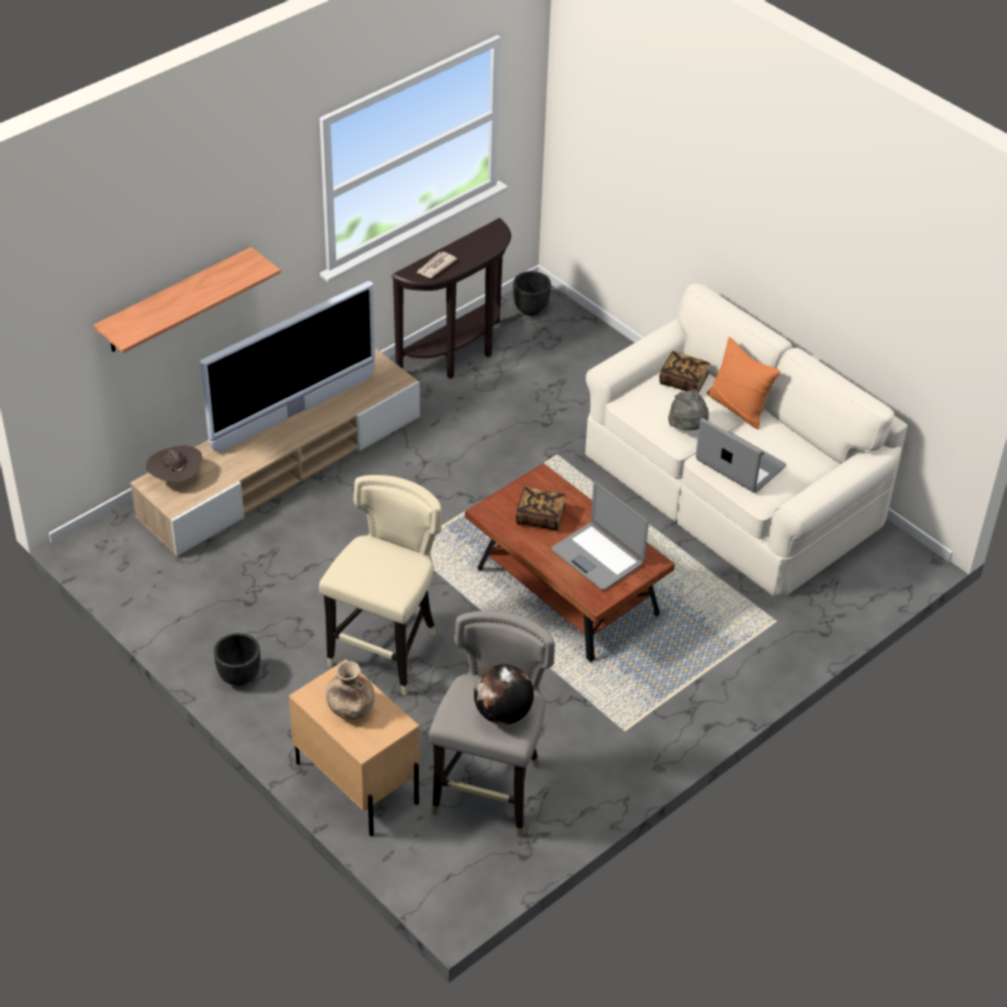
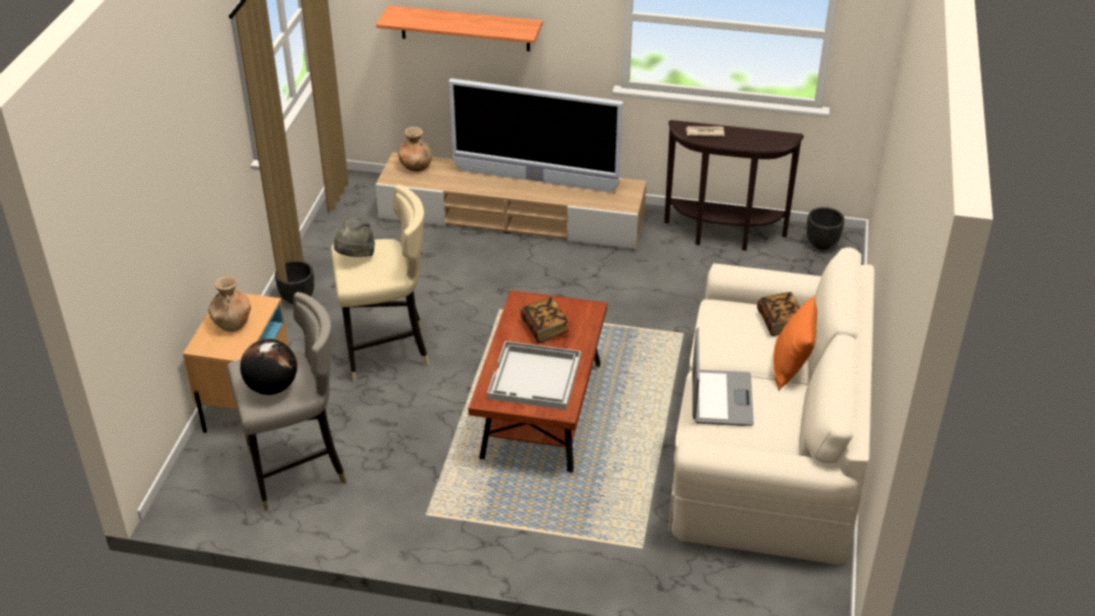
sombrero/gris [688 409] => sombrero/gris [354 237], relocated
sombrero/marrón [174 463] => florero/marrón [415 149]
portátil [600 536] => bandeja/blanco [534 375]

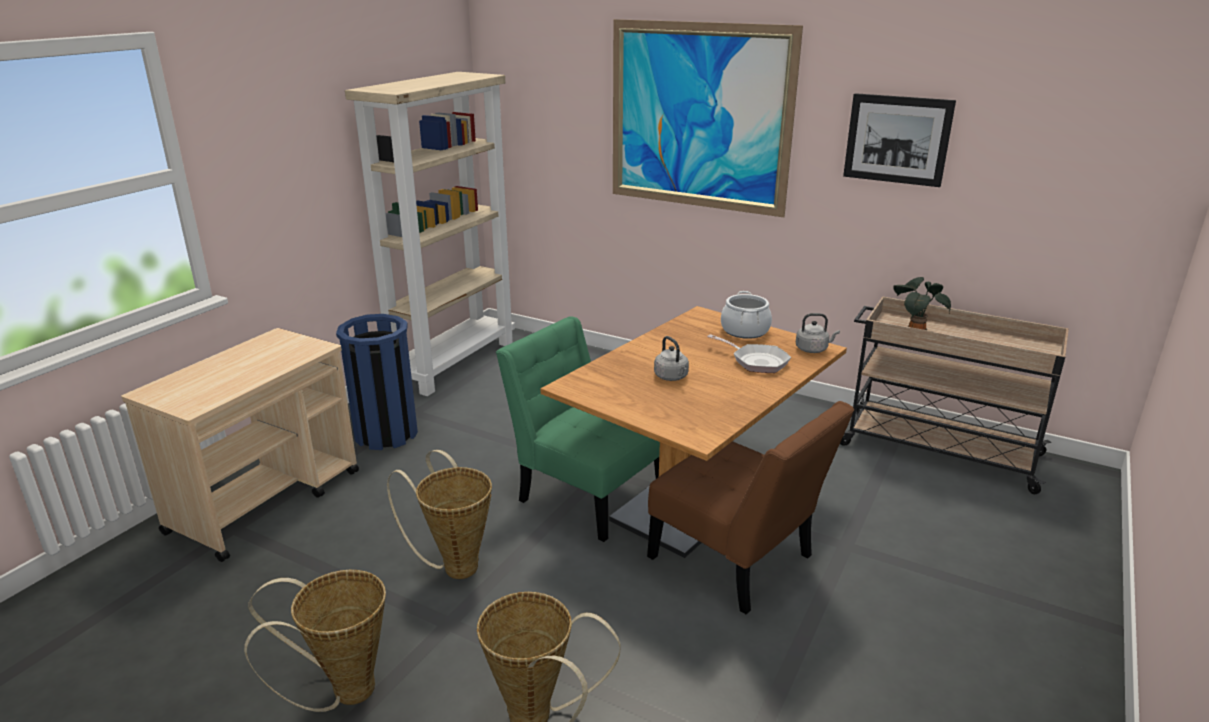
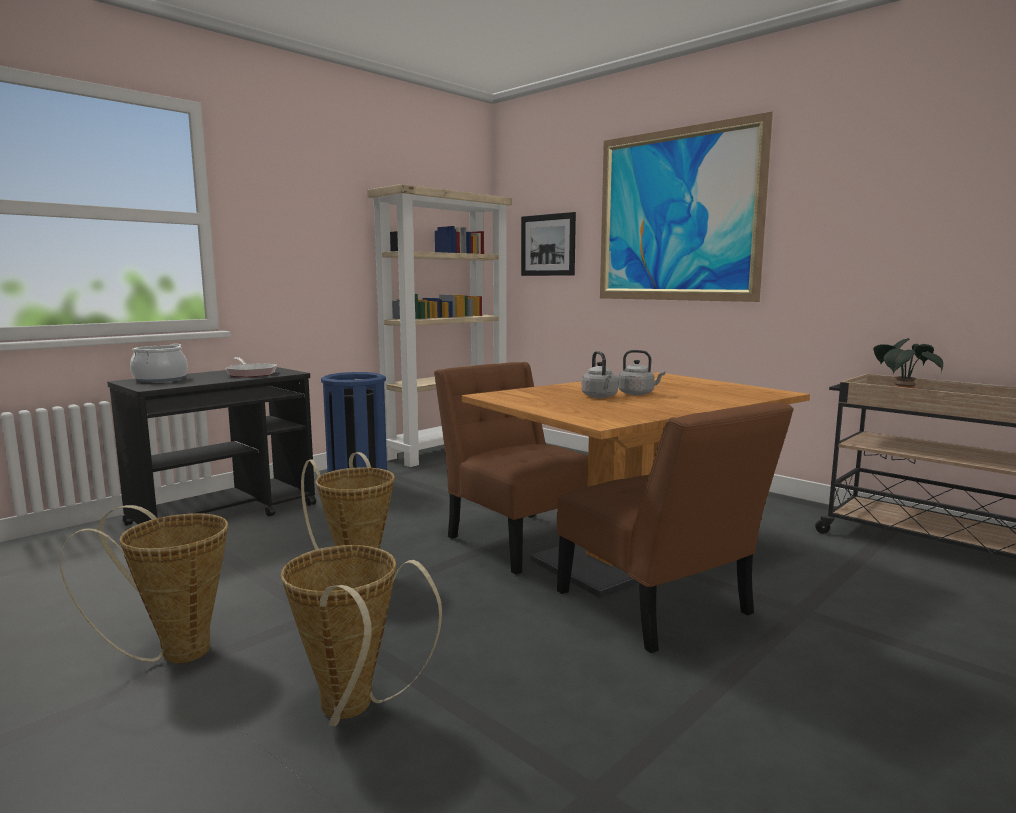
cuadro [899 140] => cuadro [548 244], relocated
olla [746 315] => olla [159 363], relocated
hervidor/gris [818 333] => hervidor/gris [641 372], relocated
silla/verde [578 429] => silla/marrón [511 468]
carrito/beis [240 445] => carrito/negro [211 446]
sartén [749 353] => sartén [251 367], relocated

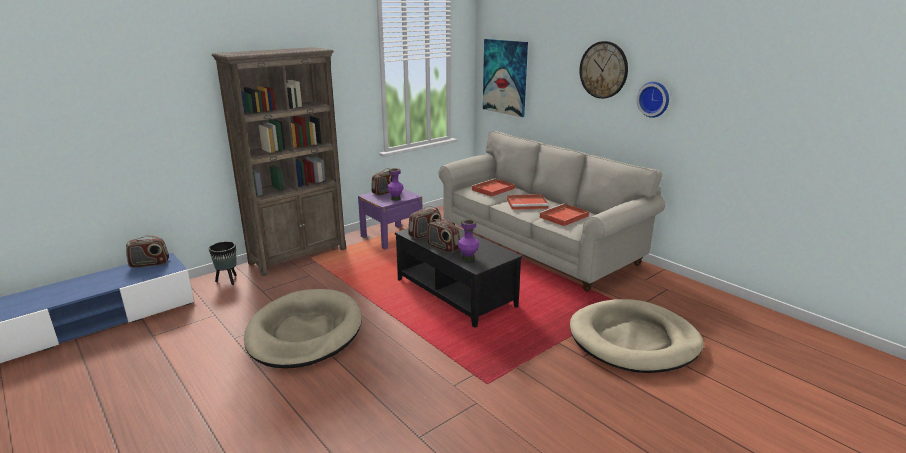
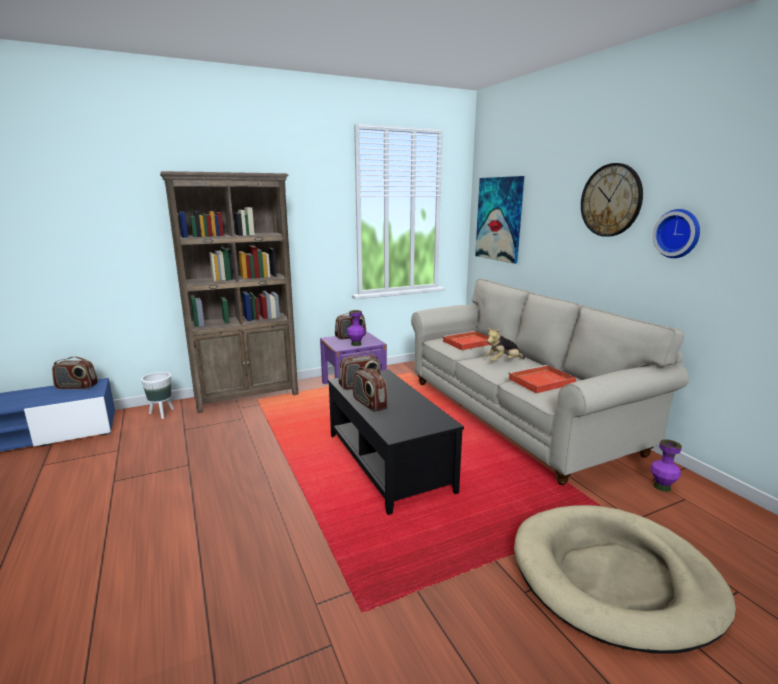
bandeja/rojo [528 202] => peluche [505 344]
florero/morado [468 240] => florero/morado [666 465], relocated
maceta/negro [223 263] => maceta/blanco [157 395]
cama para perro/beis [303 329] => nothing

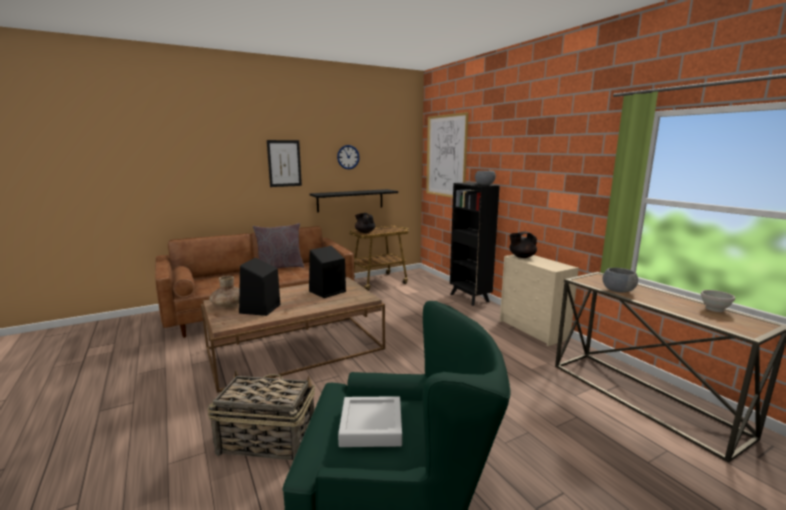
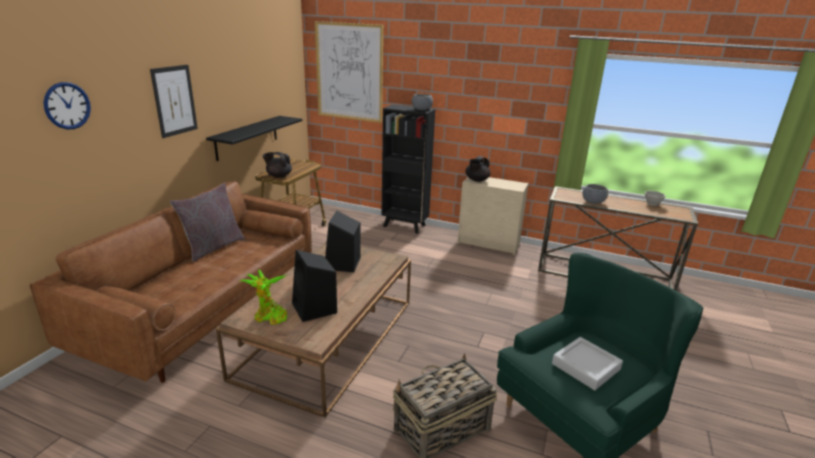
reloj de pared [348 157] => reloj de pared [67 105], relocated
florero/marrón [224 292] => planta en maceta [263 297]

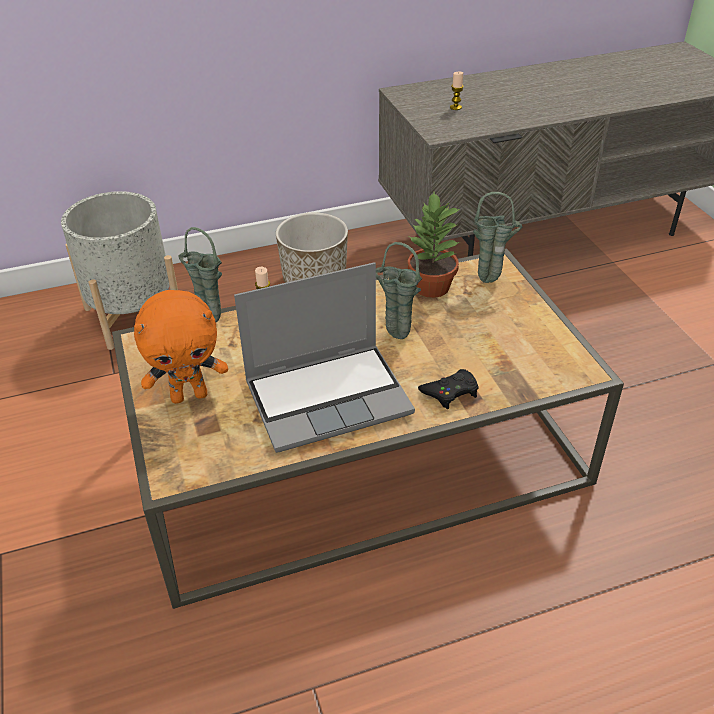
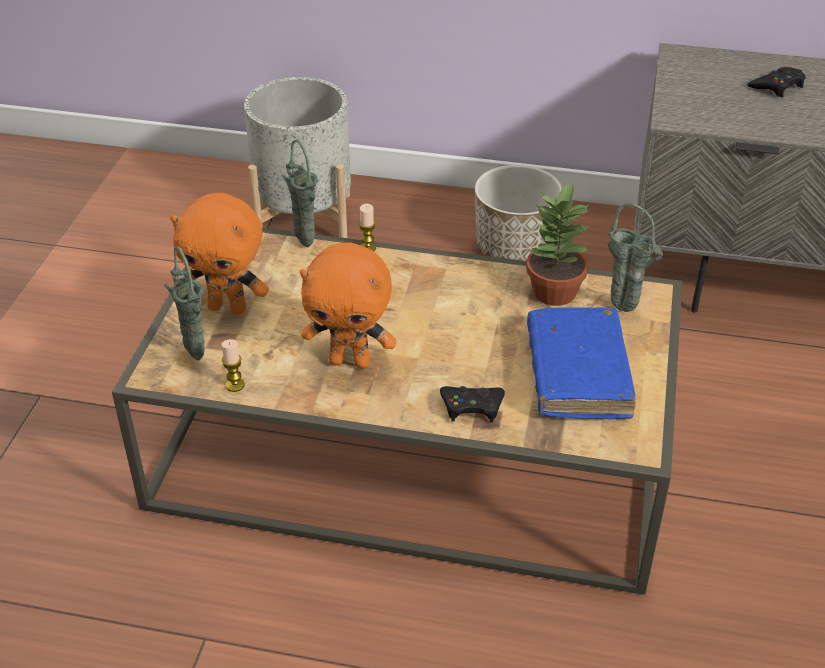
vela [457 91] => vela [233 365], relocated
florero/verde [399 290] => florero/verde [184 303], relocated
portátil [324 357] => peluche/naranja [348 305]
nothing => mando de consola/negro [776 82]
nothing => libro/azul [581 363]

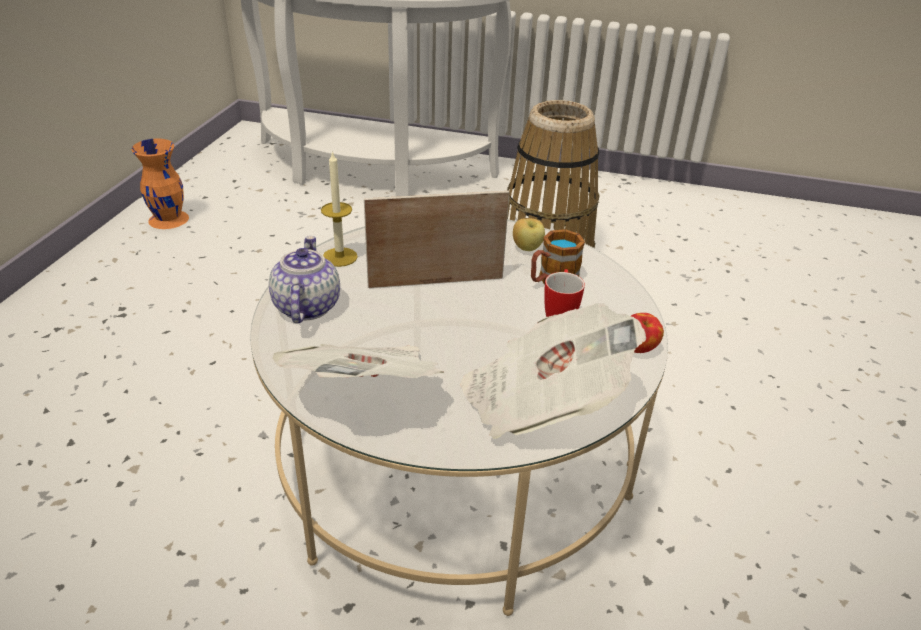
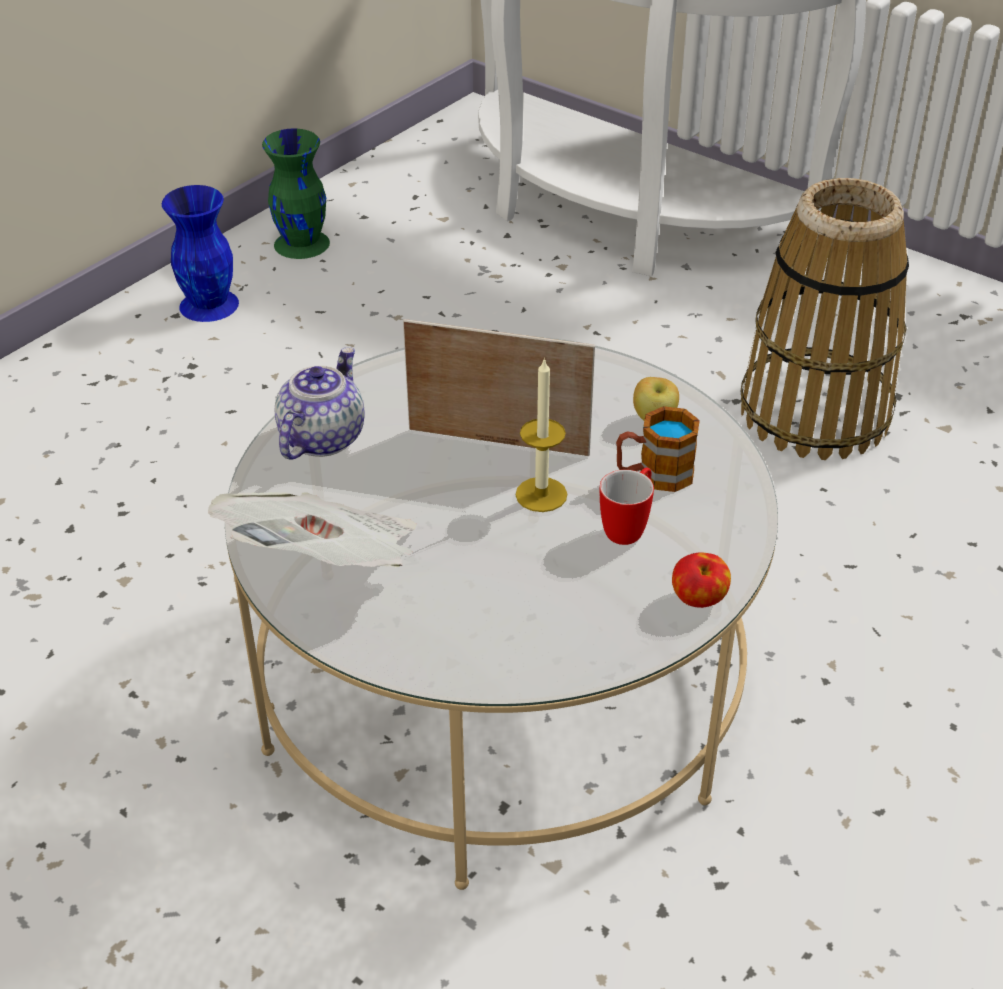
florero/naranja [160 184] => florero/verde [296 194]
vela [339 209] => vela [541 435], relocated
periódico [553 371] => nothing
nothing => florero/azul [200 253]

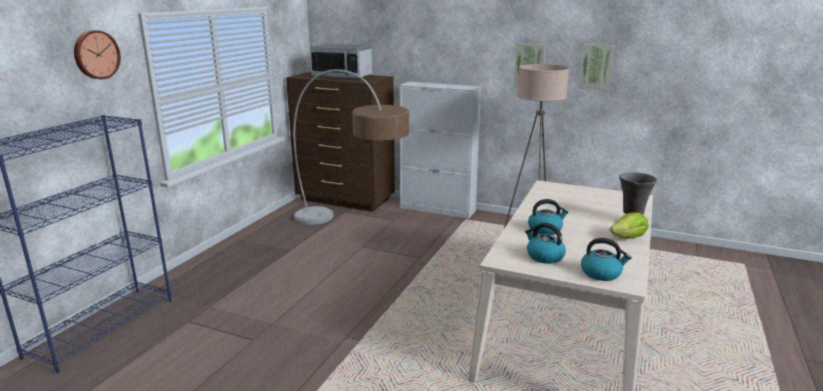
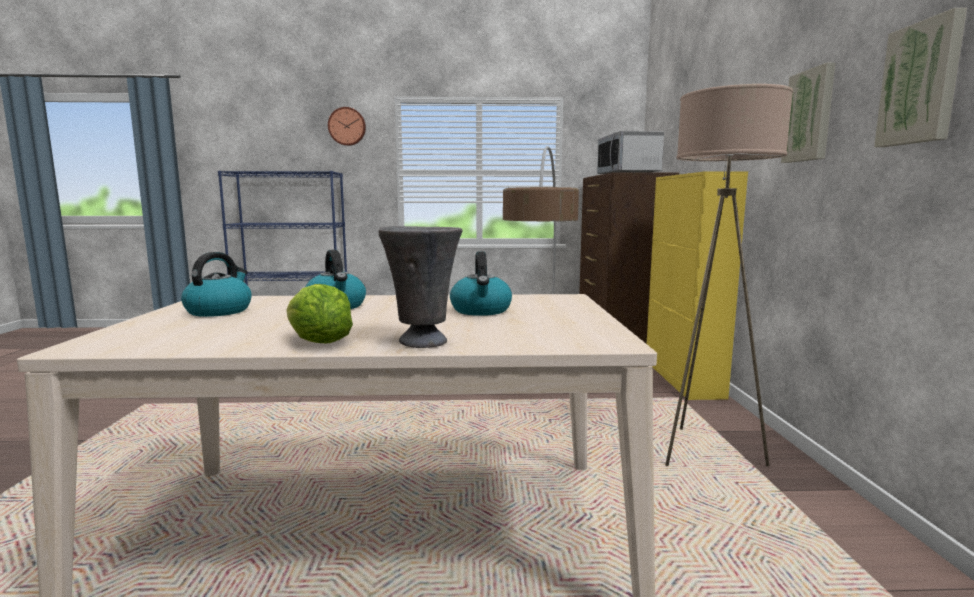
armario/blanco [440 150] => armario/amarillo [697 285]
hervidor [606 259] => hervidor [481 284], relocated

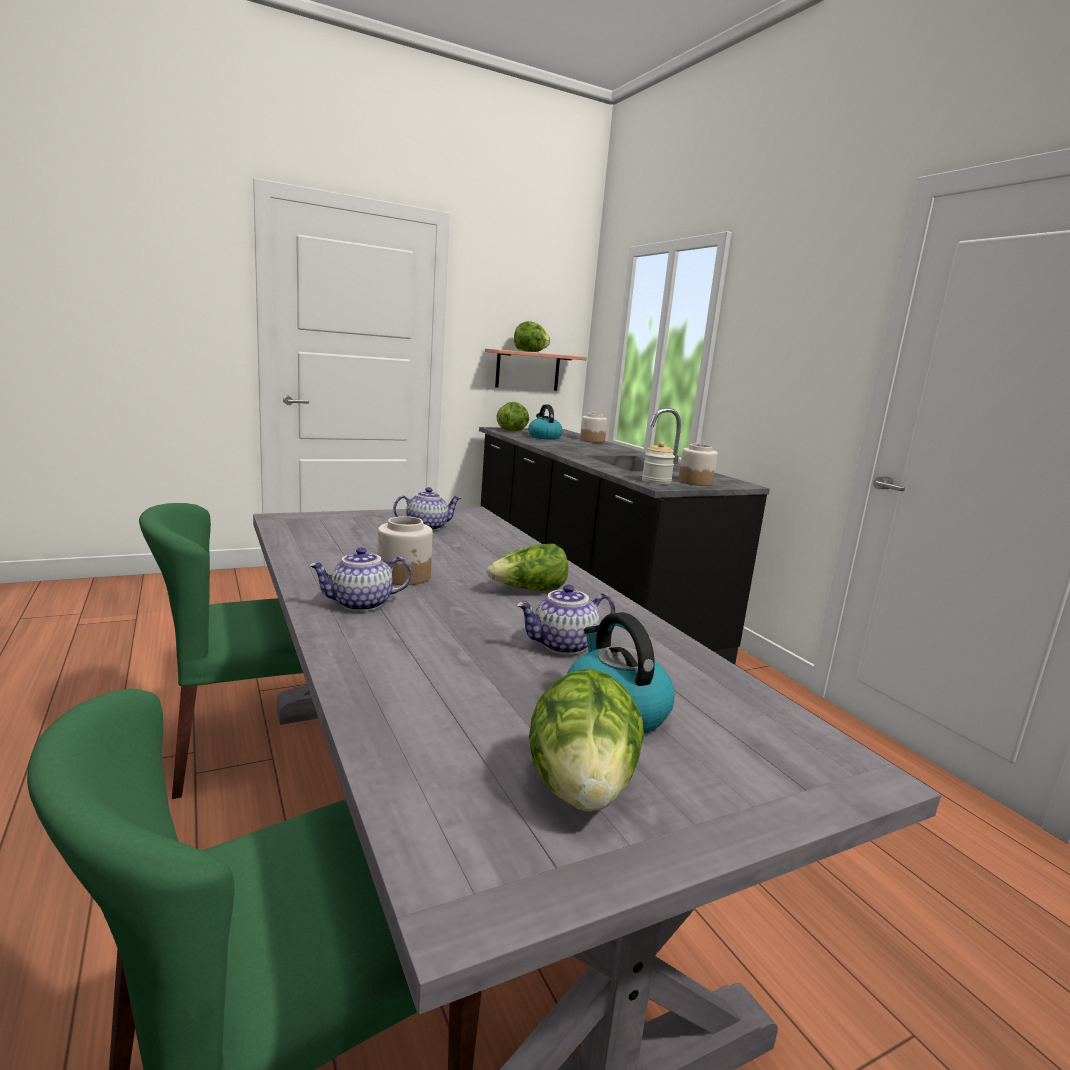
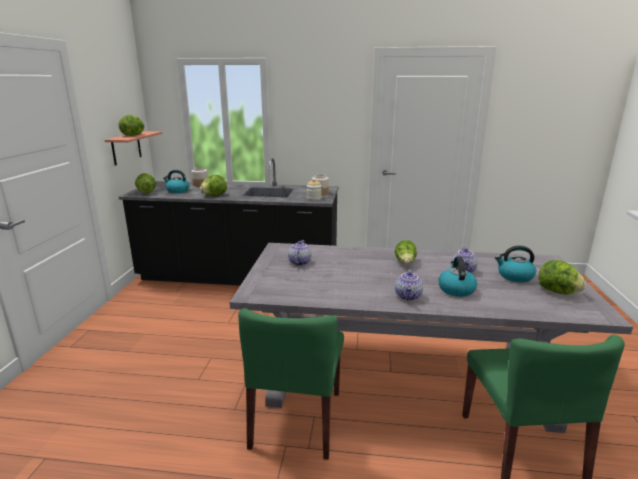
tarro [405 550] => nothing
nothing => lechuga [213 185]
nothing => hervidor [457 276]

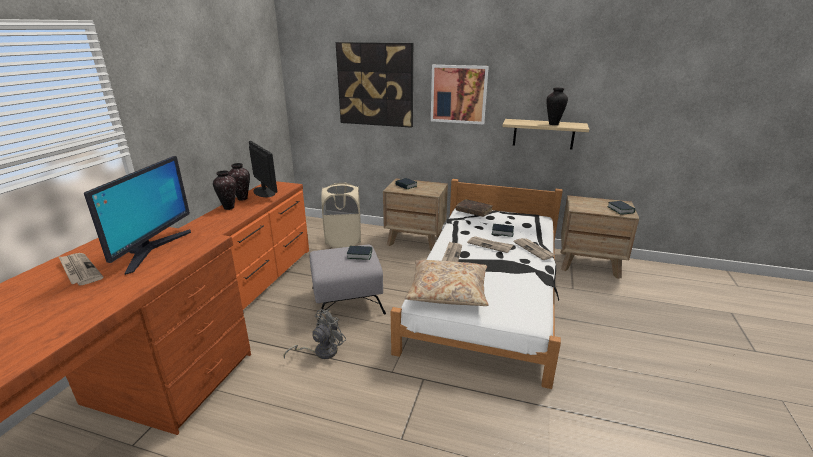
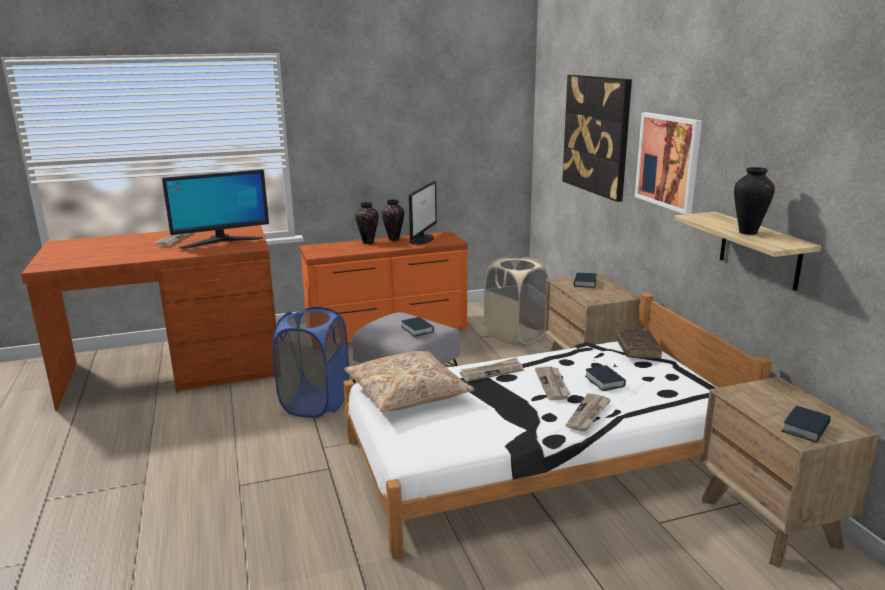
ventilador/gris [314 334] => cesto de la ropa/azul [310 362]

